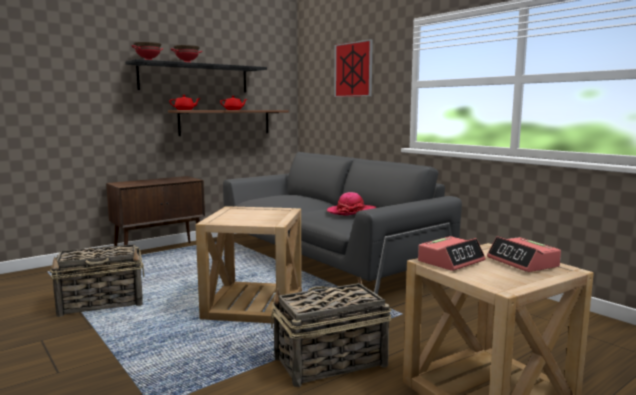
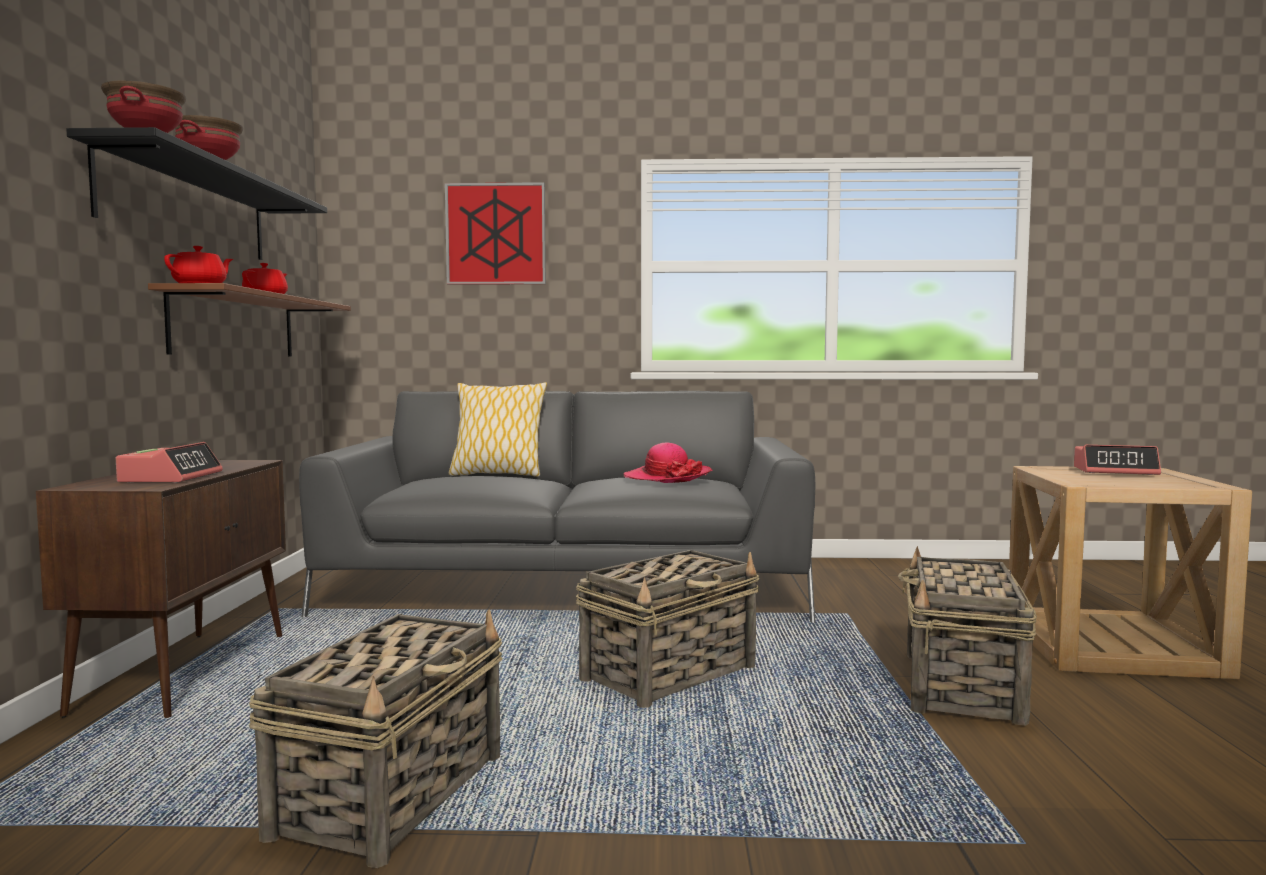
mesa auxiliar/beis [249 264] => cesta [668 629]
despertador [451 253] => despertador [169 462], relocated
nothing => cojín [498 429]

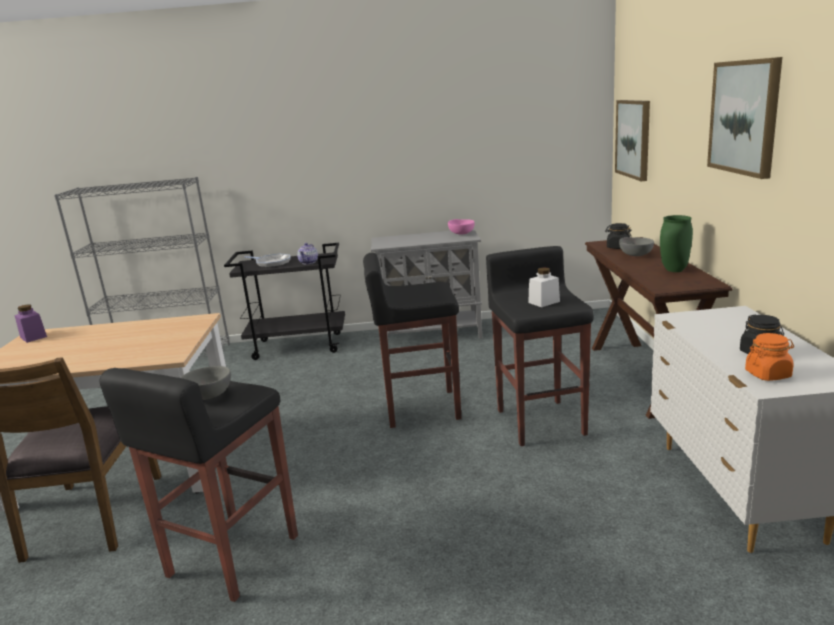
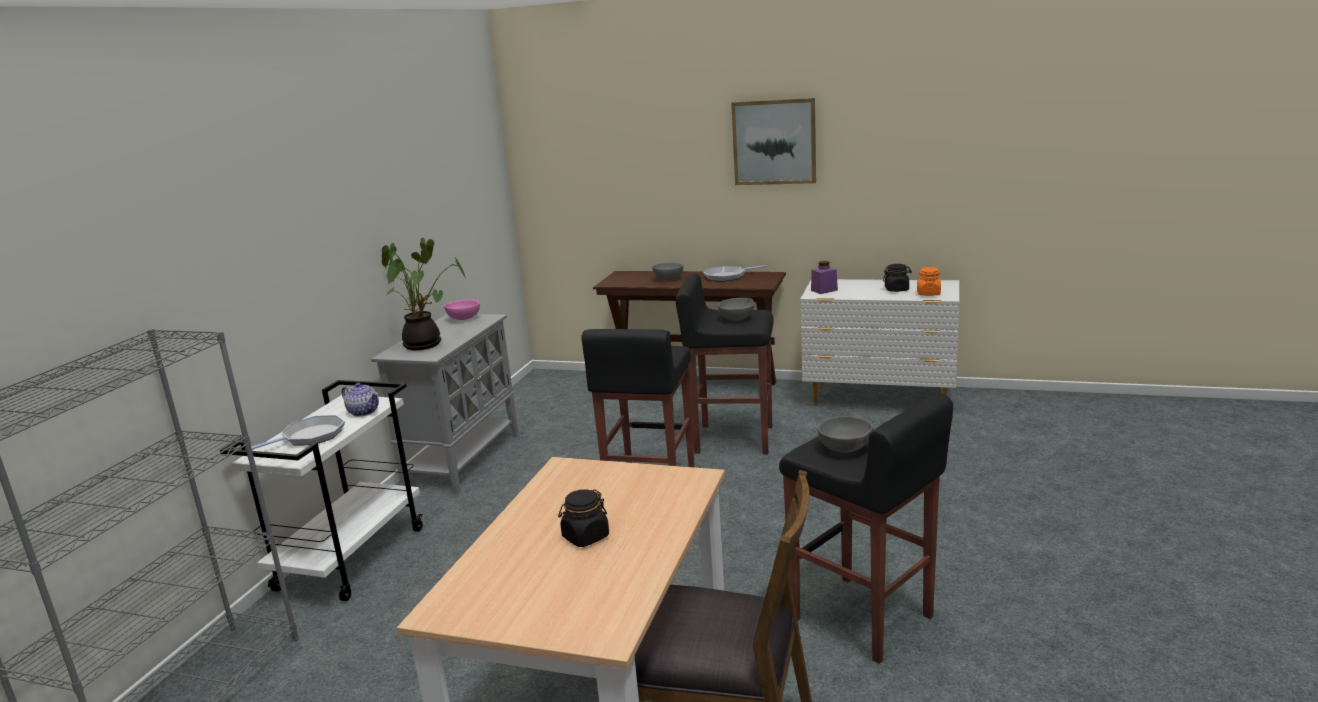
cuadro [632 140] => nothing
florero/verde [676 243] => sartén [734 273]
tarro/negro [618 236] => tarro/negro [583 518], relocated
carrito/negro [284 301] => carrito/blanco [321 490]
tarro/blanco [544 287] => cuenco/gris [736 309]
tarro/morado [30 323] => tarro/morado [824 277], relocated
nothing => planta en maceta [424 294]

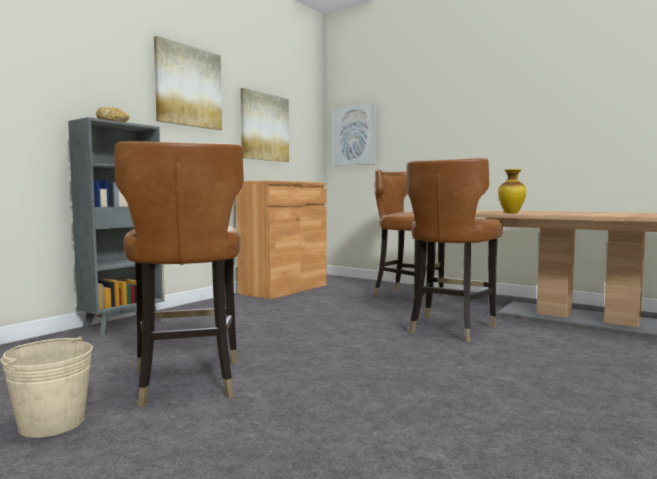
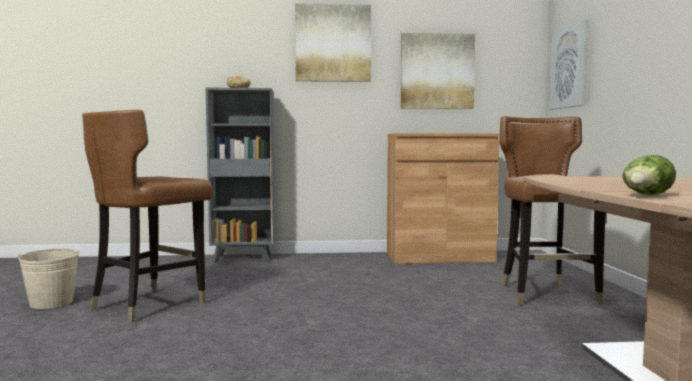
silla/marrón [454 250] => nothing
florero [512 191] => nothing
nothing => lechuga [649 175]

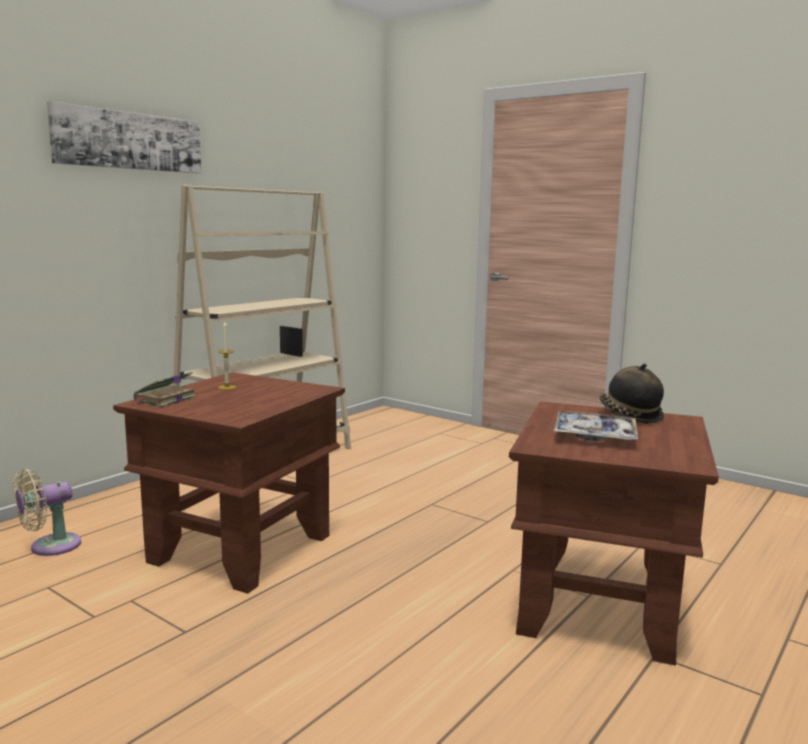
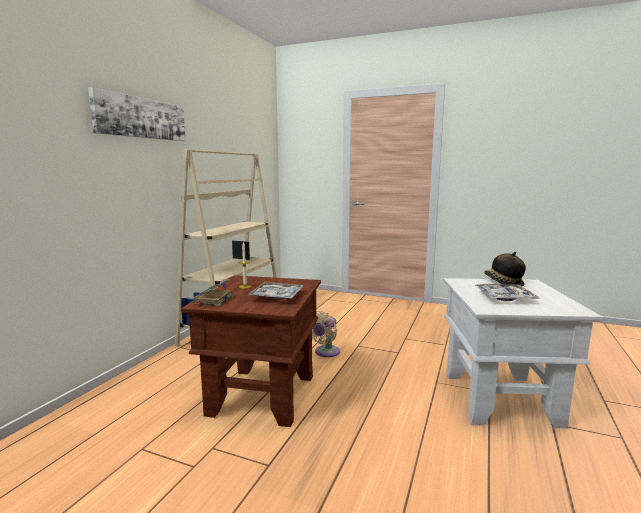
mesa auxiliar/marrón [614 533] => mesa auxiliar/blanco [523 353]
ventilador/beis [47 512] => ventilador/beis [326 334], relocated
nothing => bandeja [276 291]

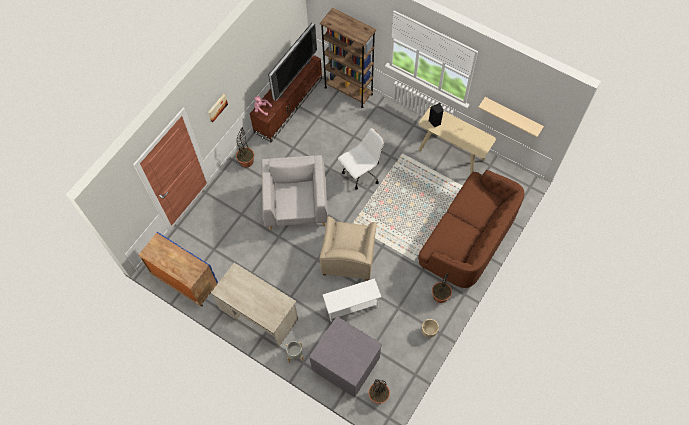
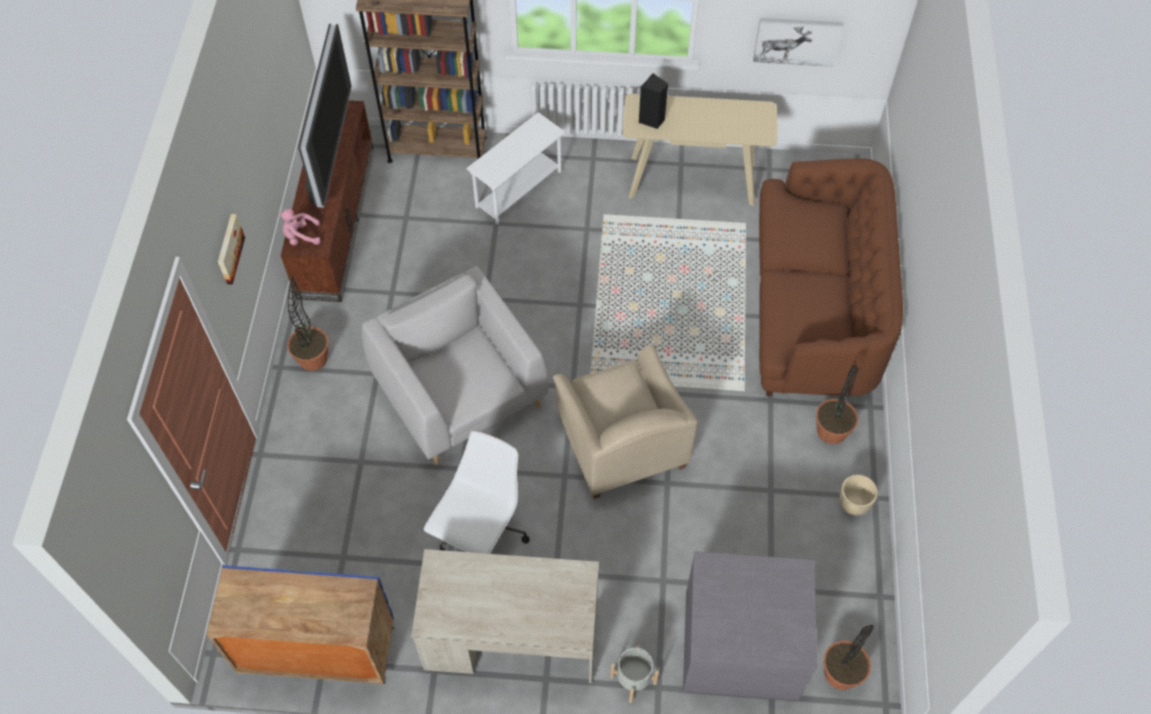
estante/beis [511 117] => cuadro [798 42]
silla de oficina/blanco [361 159] => silla de oficina/blanco [477 492], relocated
mesa auxiliar/blanco [352 300] => mesa auxiliar/blanco [515 168], relocated

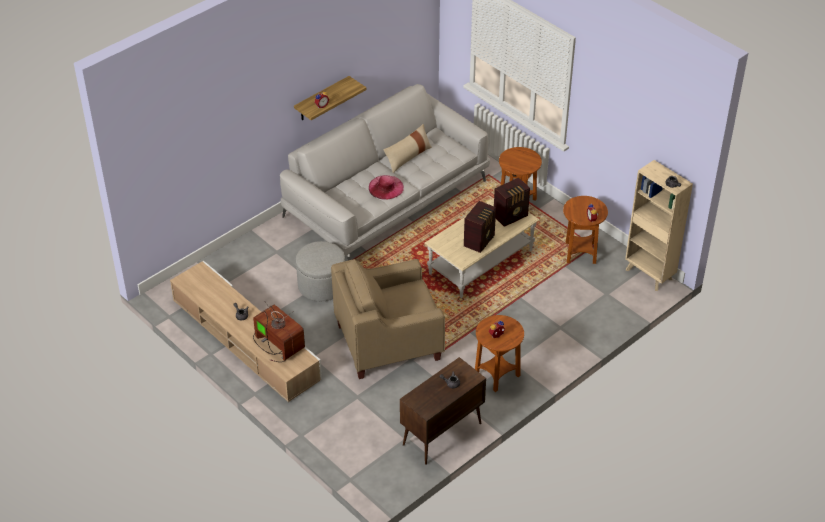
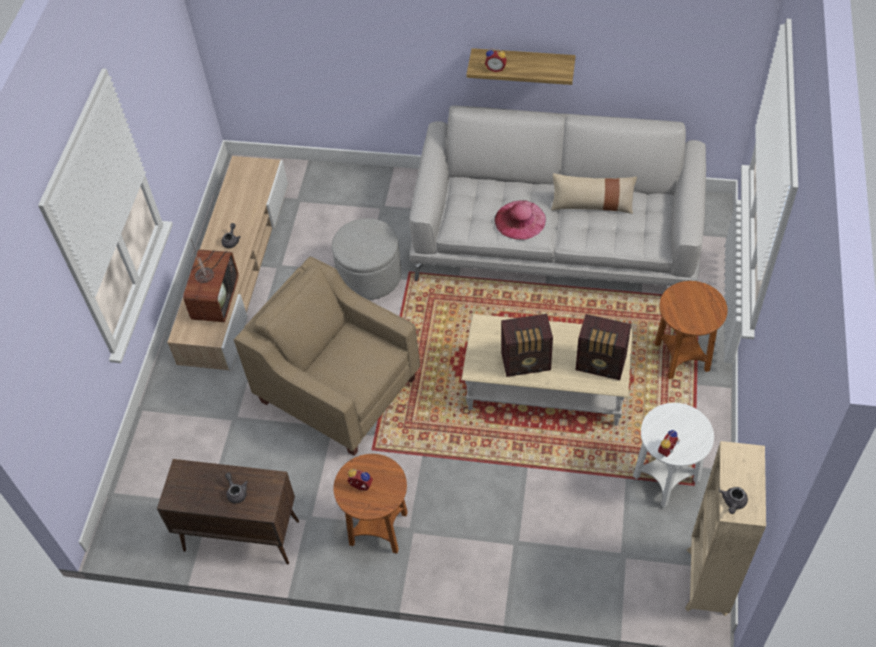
mesa auxiliar/marrón [585 230] => mesa auxiliar/blanco [673 455]

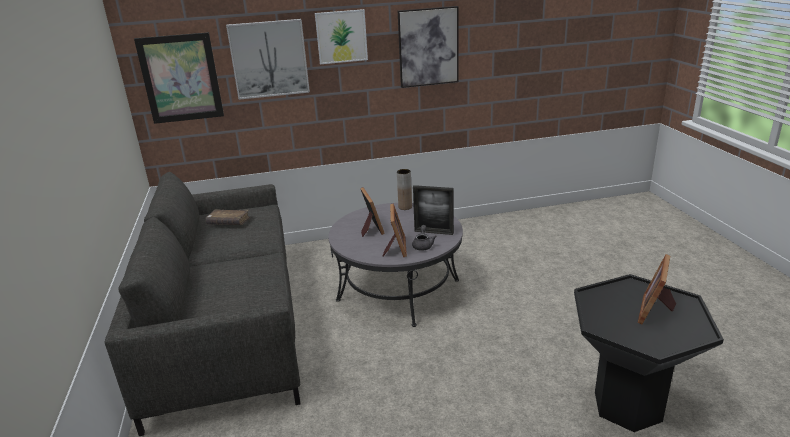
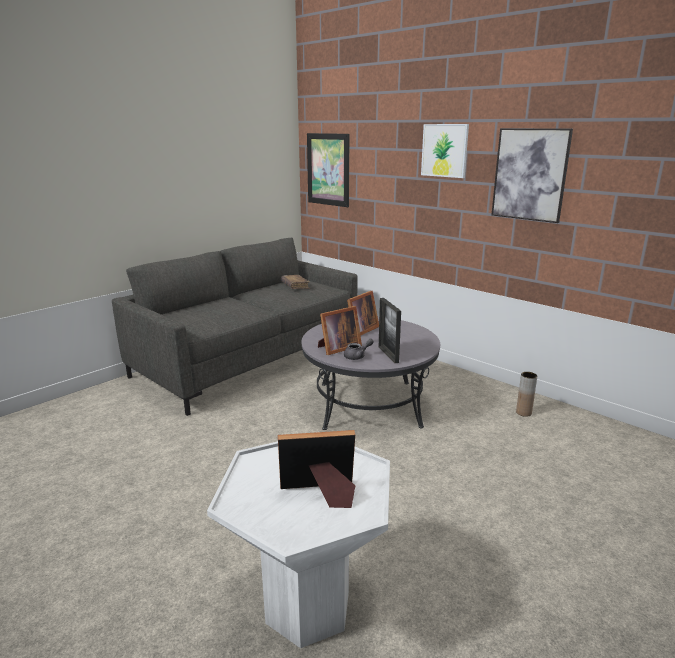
cuadro [268 59] => nothing
florero/marrón [404 189] => florero/marrón [526 394], relocated
mesa auxiliar/negro [649 353] => mesa auxiliar/blanco [298 544]

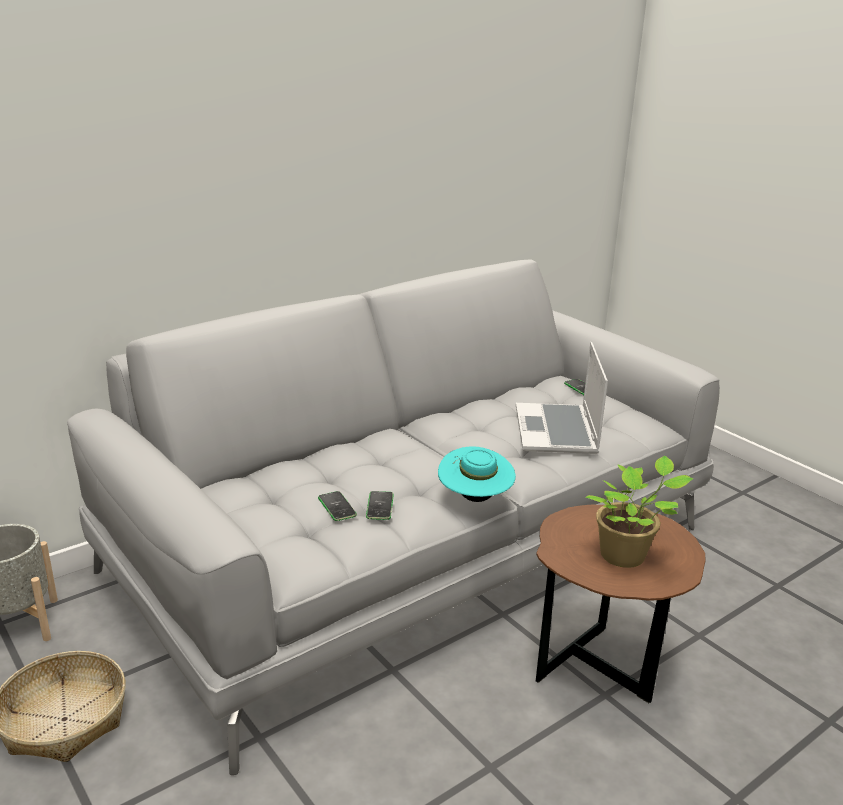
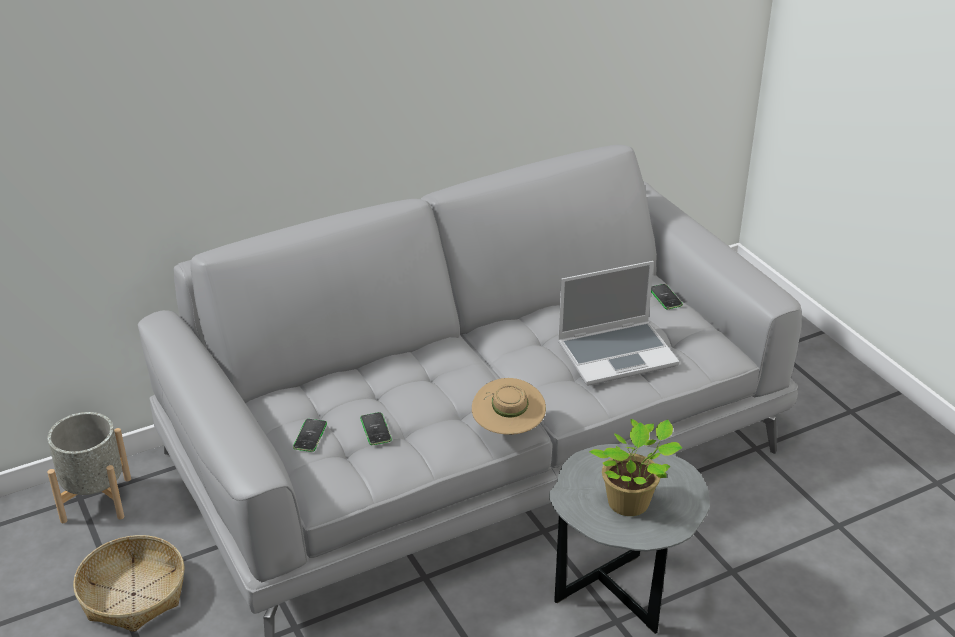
portátil [562 398] => portátil [618 323], 120 degrees counterclockwise
sombrero/turquesa [477 474] => sombrero/beis [509 406]
móvil [380 505] => móvil [310 435], relocated
mesa auxiliar/marrón [621 604] => mesa auxiliar/gris [629 539]

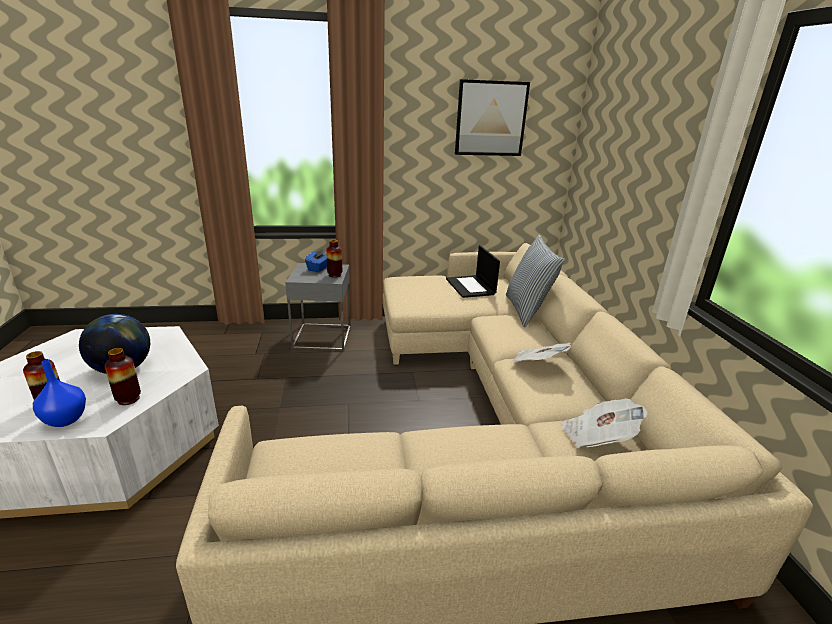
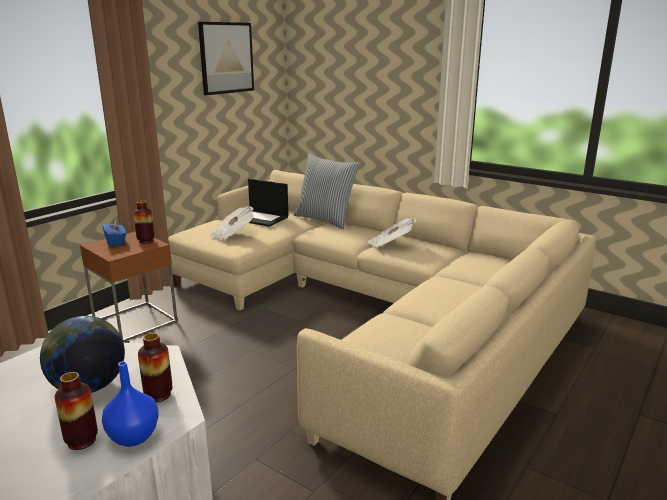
mesa auxiliar/gris [318 307] => mesa auxiliar/marrón [129 286]
periódico [604 423] => periódico [231 223], relocated

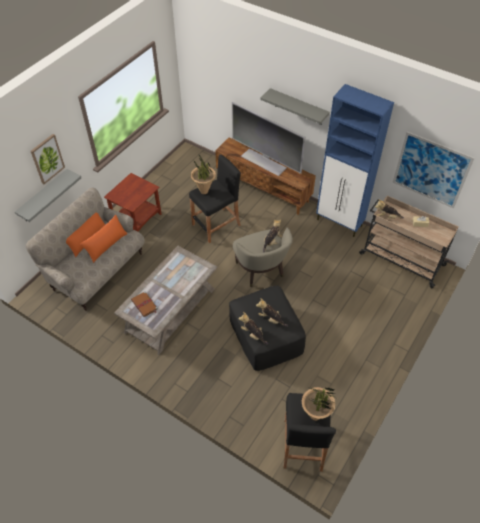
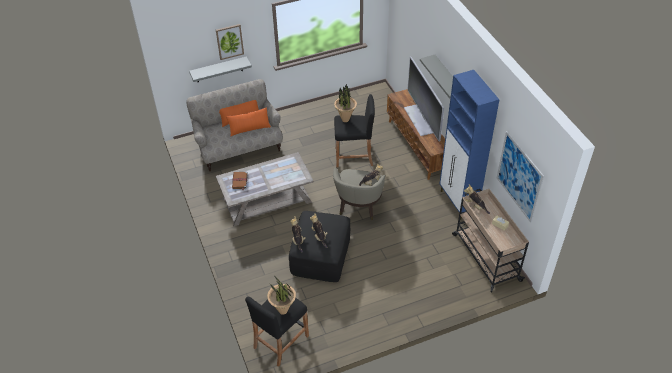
mesa auxiliar/marrón [133 202] => nothing

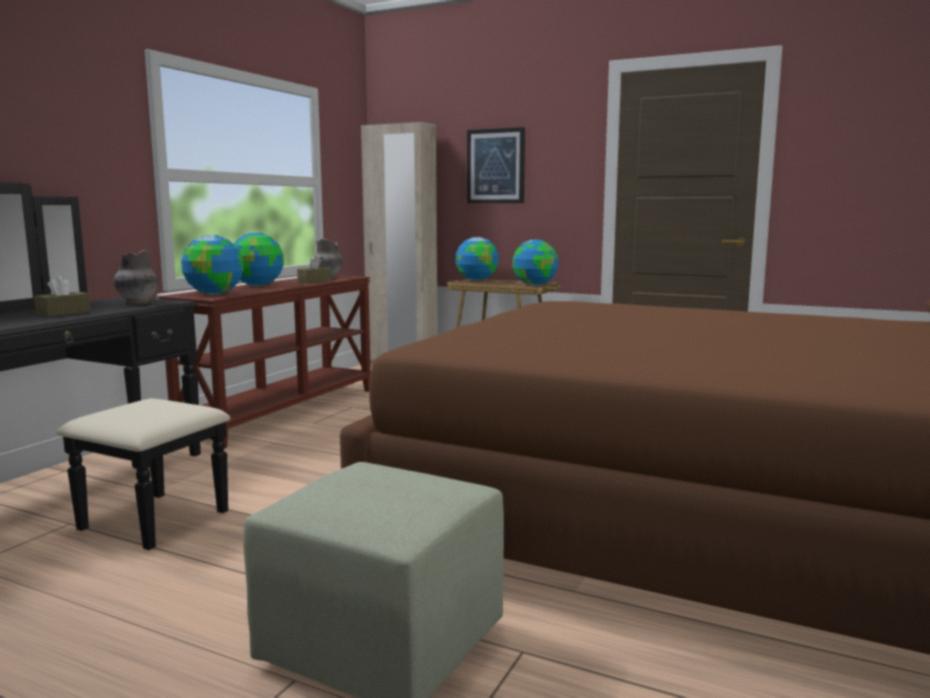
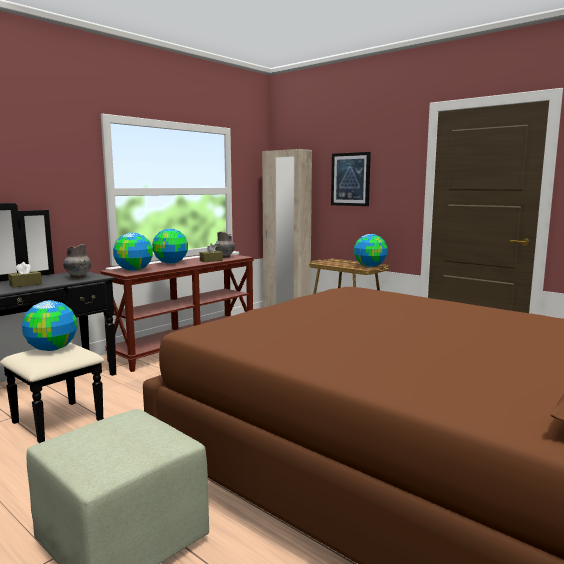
globo terráqueo [477 259] => globo terráqueo [49 325], relocated

